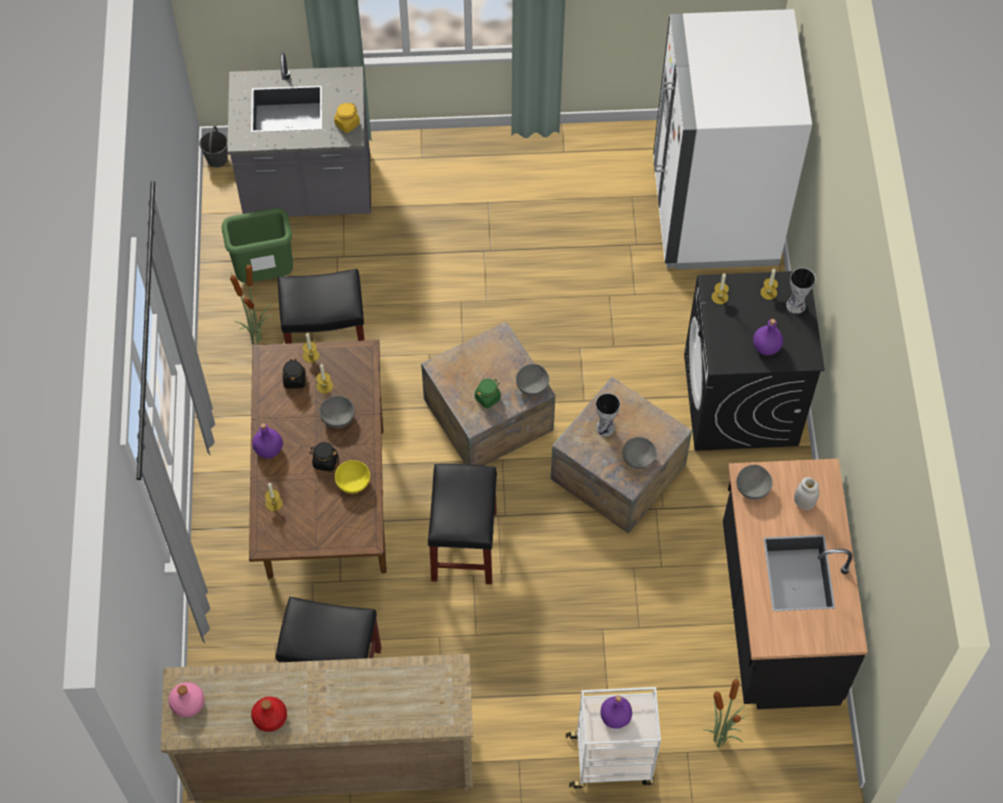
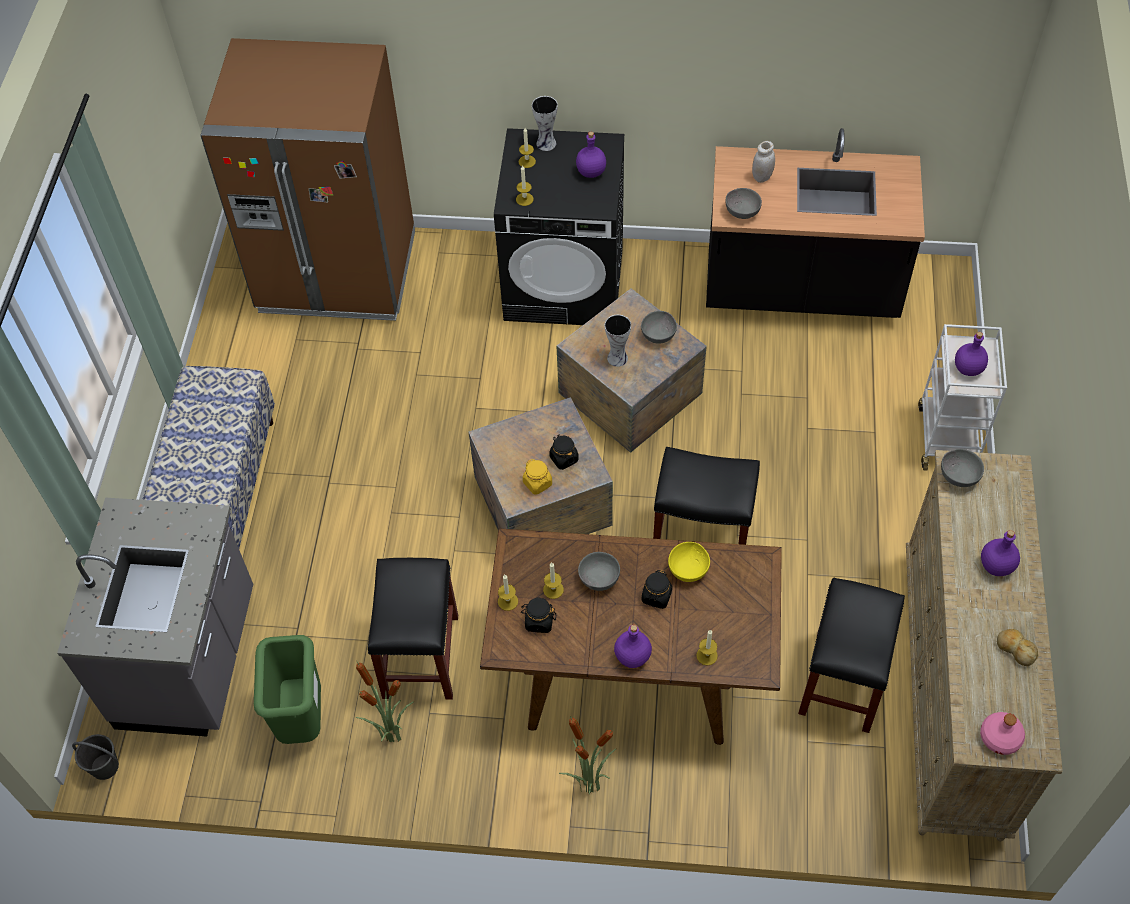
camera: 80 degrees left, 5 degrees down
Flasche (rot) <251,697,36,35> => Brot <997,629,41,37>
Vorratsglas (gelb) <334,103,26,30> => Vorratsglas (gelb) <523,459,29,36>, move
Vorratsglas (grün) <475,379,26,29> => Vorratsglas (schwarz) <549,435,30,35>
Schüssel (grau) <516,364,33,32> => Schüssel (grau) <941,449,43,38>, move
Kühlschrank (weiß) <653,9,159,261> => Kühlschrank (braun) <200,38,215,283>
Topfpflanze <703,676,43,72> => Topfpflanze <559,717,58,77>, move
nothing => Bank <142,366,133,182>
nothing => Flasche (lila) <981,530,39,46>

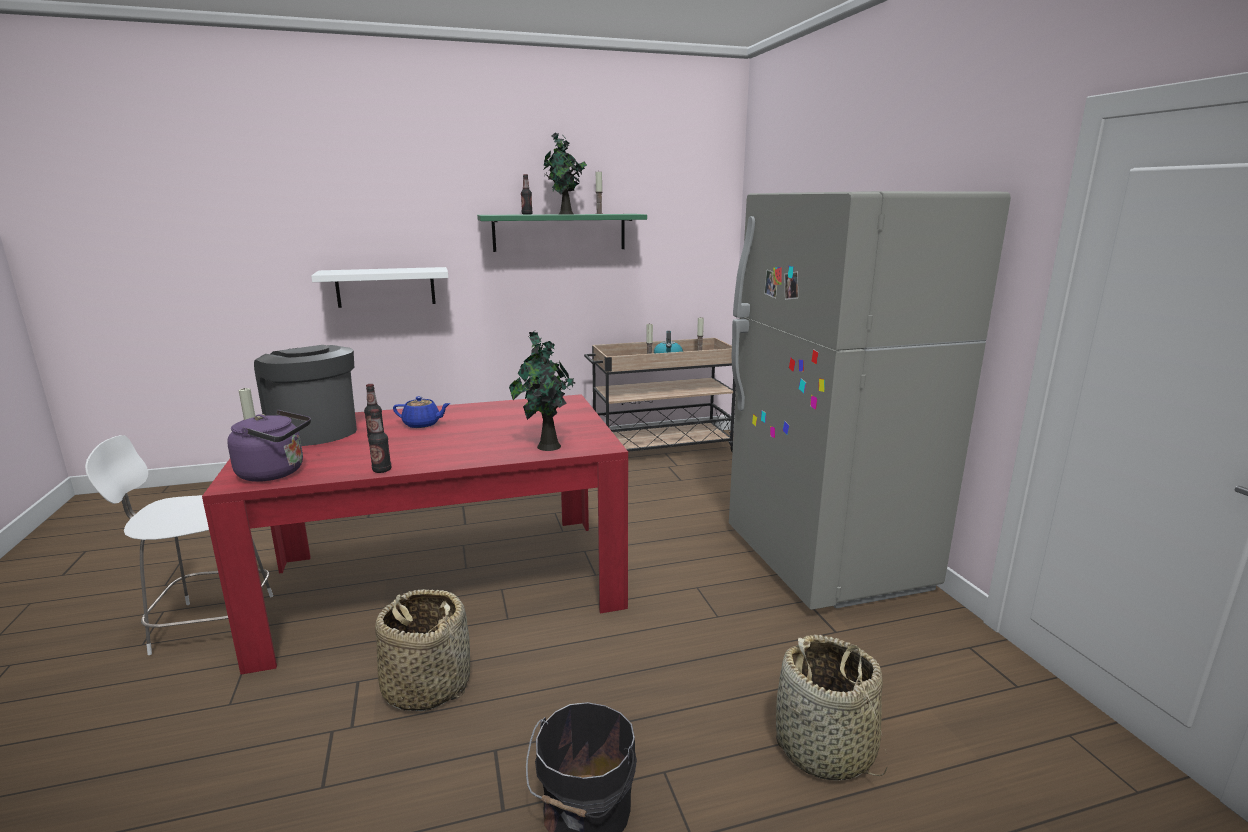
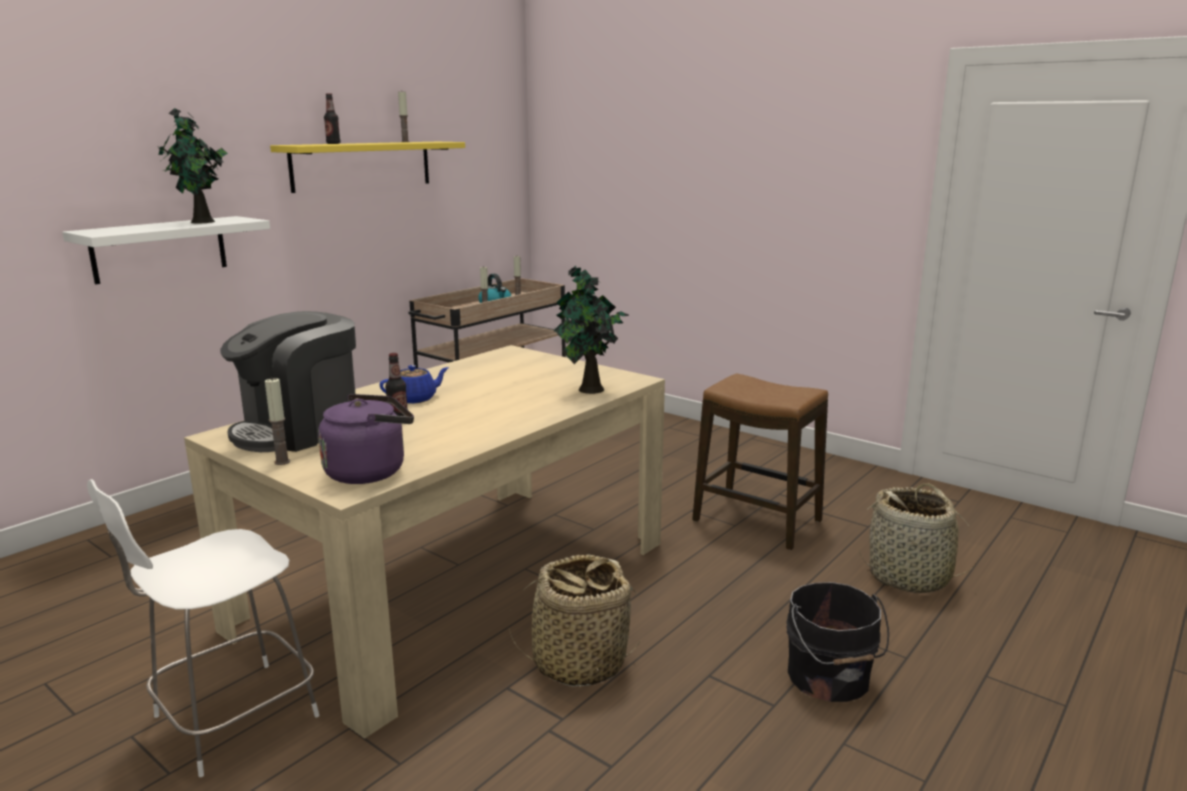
camera: 35 degrees left, 0 degrees up
Esstisch (rot) <202,394,426,280> => Esstisch (beige) <184,345,481,394>
Kaffeemaschine <254,345,103,101> => Kaffeemaschine <220,311,136,141>, 60 degrees counterclockwise
Flasche <368,409,23,64> => nothing
Wandregal (grün) <477,214,170,38> => Wandregal (gelb) <270,142,195,51>
Topfpflanze <543,133,44,82> => Topfpflanze <157,108,71,115>, move
Kühlschrank (grau) <729,191,282,419> => nothing
nothing => Hocker <692,374,136,176>

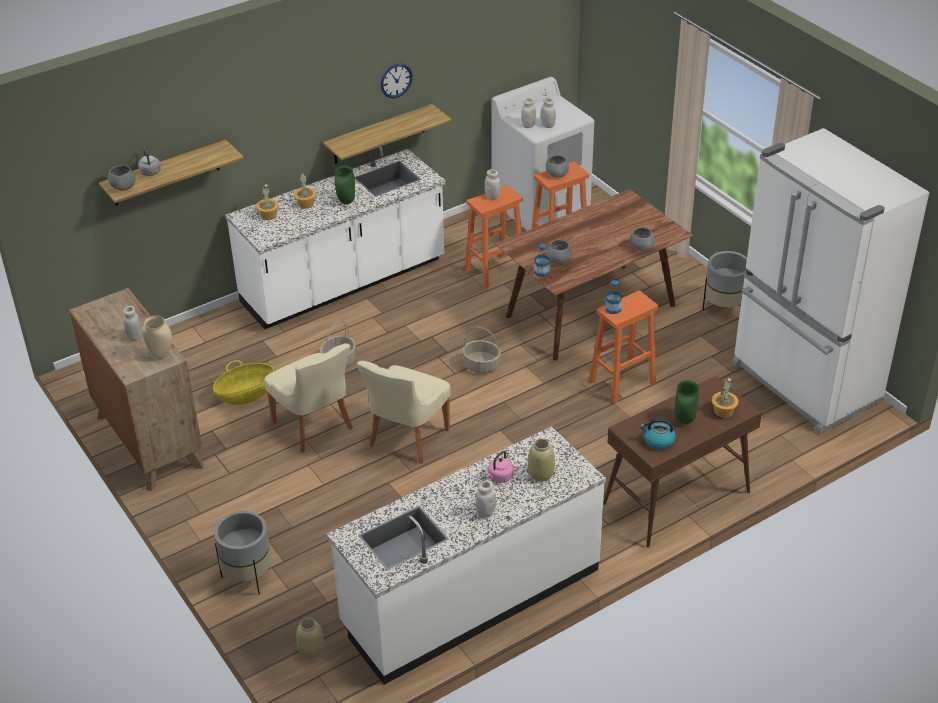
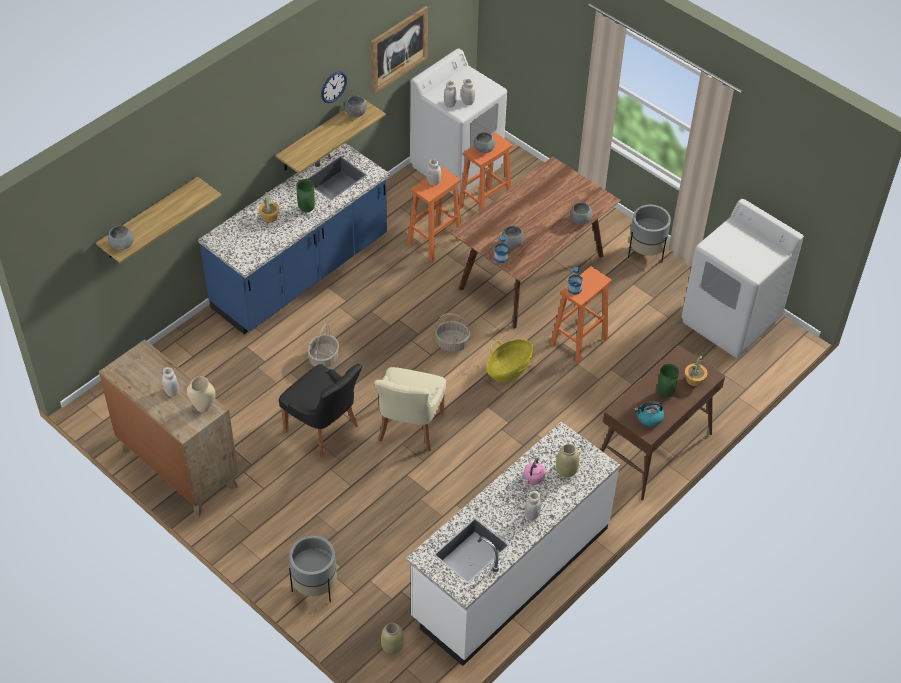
camera: 15 degrees left, 10 degrees up
Wasserkessel (grau) <138,148,23,28> => nothing
Korb <213,360,61,45> => Korb <486,339,47,43>, move
Küchenzeile (weiß) <225,146,221,183> => Küchenzeile (blau) <198,143,192,191>
Topfpflanze <256,183,23,37> => nothing
Stuhl (beige) <264,343,89,110> => Stuhl (schwarz) <279,364,83,93>
Kühlschrank (weiß) <732,128,197,306> => Waschmaschine (weiß) <681,199,123,159>
nothing => Schüssel (grau) <345,96,22,21>
nothing => Bild <371,6,57,88>

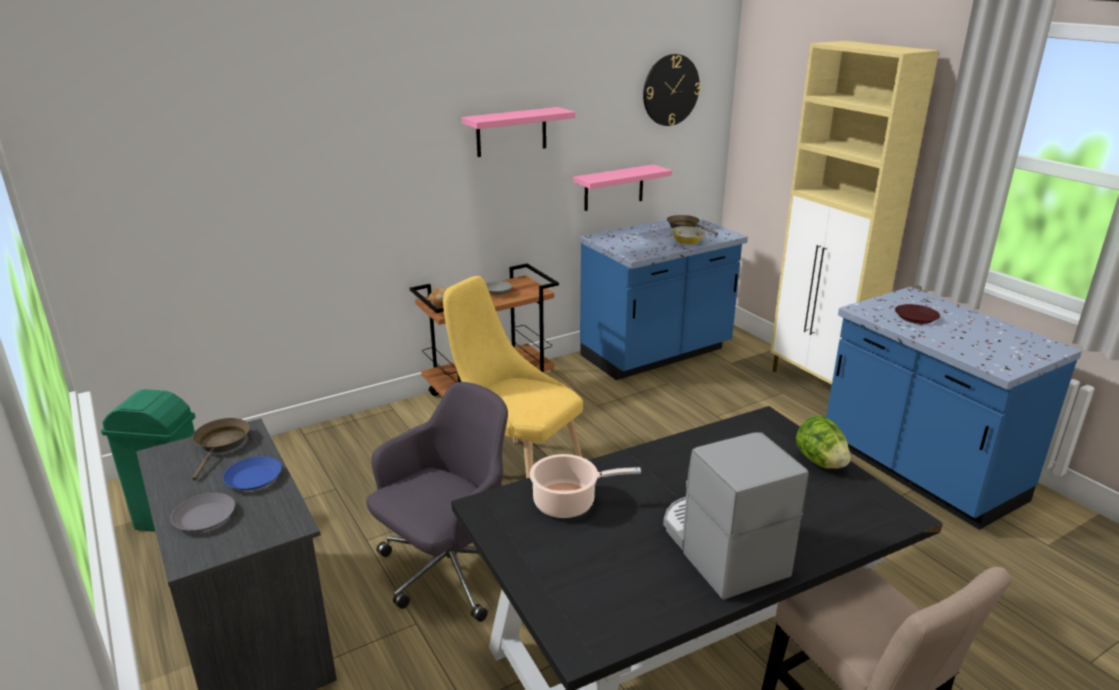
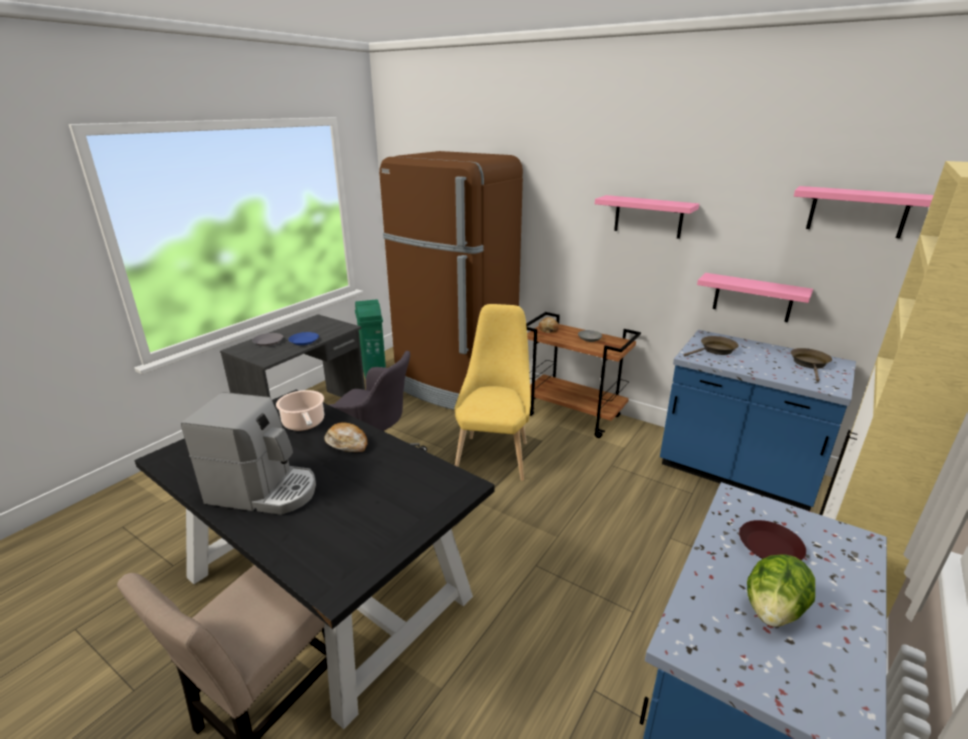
camera: 65 degrees right, 0 degrees up
Pfanne (braun) <192,418,58,63> => Pfanne (braun) <684,336,54,20>, move
Wanduhr <643,54,58,72> => Wandregal (rosa) <794,186,140,52>
Kaffeemaschine <663,432,146,167> => Kaffeemaschine <181,392,135,123>, 60 degrees clockwise
Schüssel <671,226,34,19> => nothing
Salatkopf <796,416,54,53> => Salatkopf <747,554,68,73>, move
nothing => Brot <324,422,44,30>
nothing => Kühlschrank (braun) <379,151,144,259>

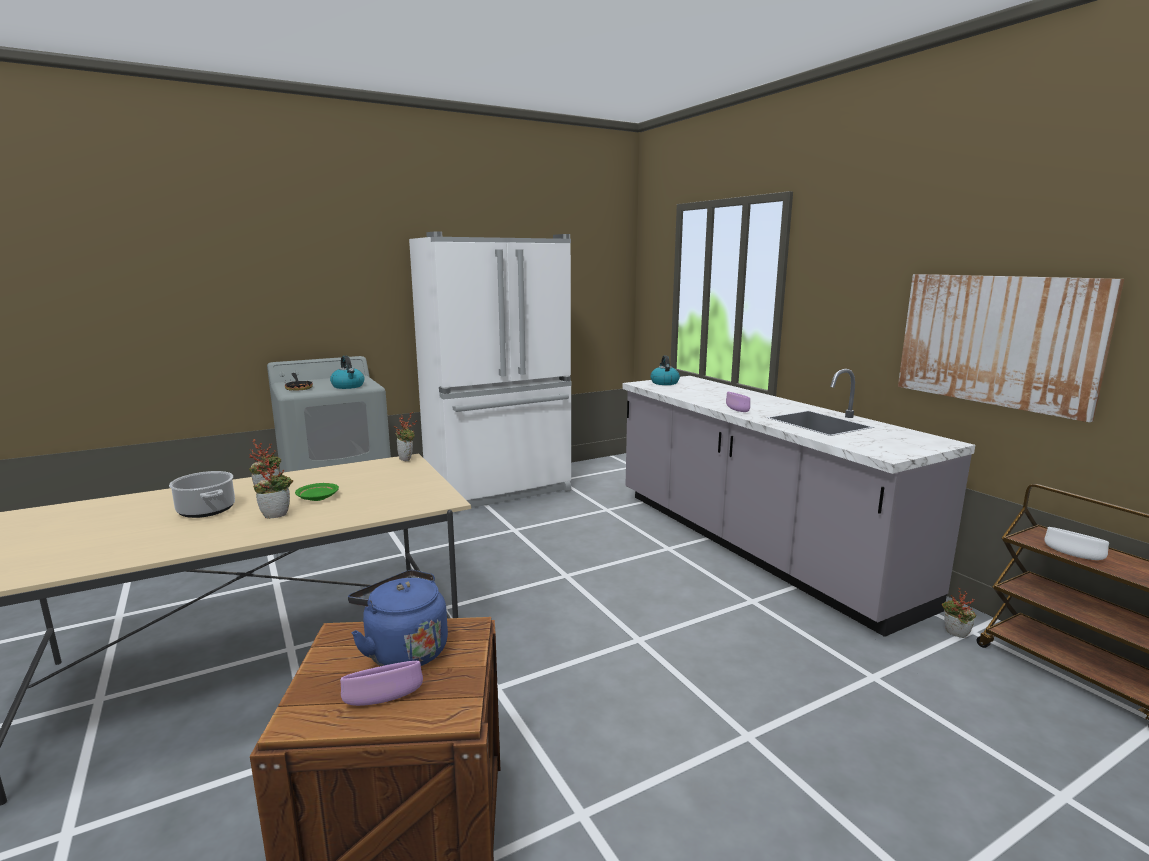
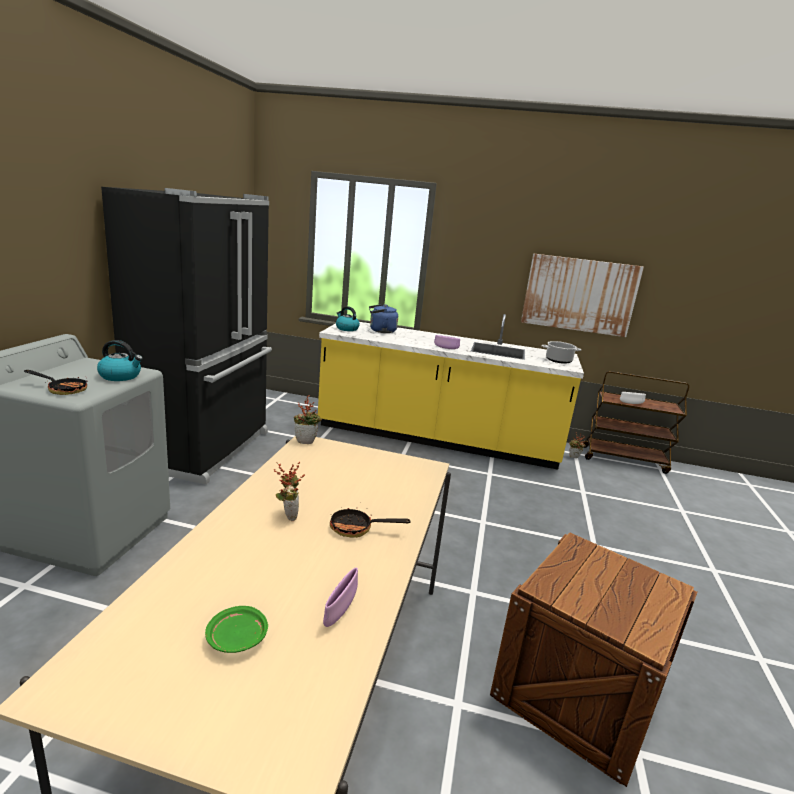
camera: 50 degrees left, 5 degrees up
Kochtopf <169,471,66,47> => Kochtopf <542,341,39,23>, move
Topfpflanze <253,455,40,64> => Pfanne <330,507,81,31>
Teller (grün) <295,483,44,18> => Teller (grün) <205,606,63,47>, move
Schüssel (lila) <340,661,83,45> => Schüssel (lila) <323,567,35,60>, move
Wasserkessel (blau) <348,570,100,96> => Wasserkessel (blau) <369,304,29,29>, move
Kühlschrank (weiß) <409,231,163,283> => Kühlschrank (schwarz) <101,187,171,297>
Küchenzeile (grau) <622,369,353,268> => Küchenzeile (gelb) <318,314,266,156>

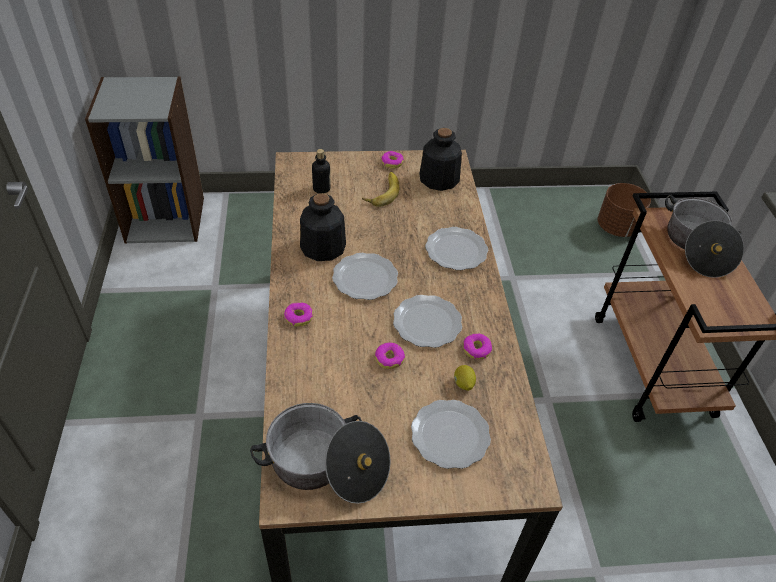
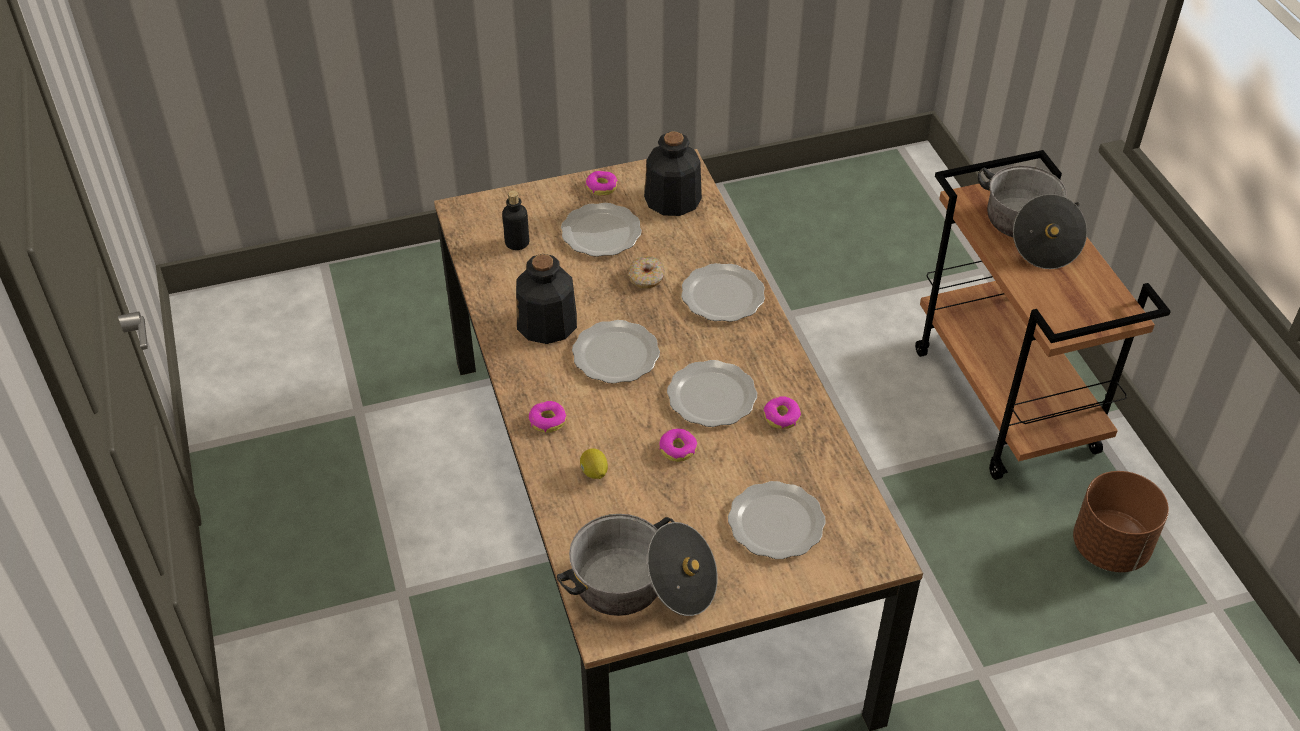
camera: 10 degrees left, 0 degrees up
Bücherregal (grau) <85,77,119,167> => nothing
Banane <362,172,37,35> => Teller <561,203,81,54>
Zitrone <454,365,22,26> => Zitrone <580,448,28,31>, move
Pflanzkübel (braun) <598,183,53,54> => Pflanzkübel (braun) <1073,471,96,101>, move
nothing => Donut <629,256,36,33>

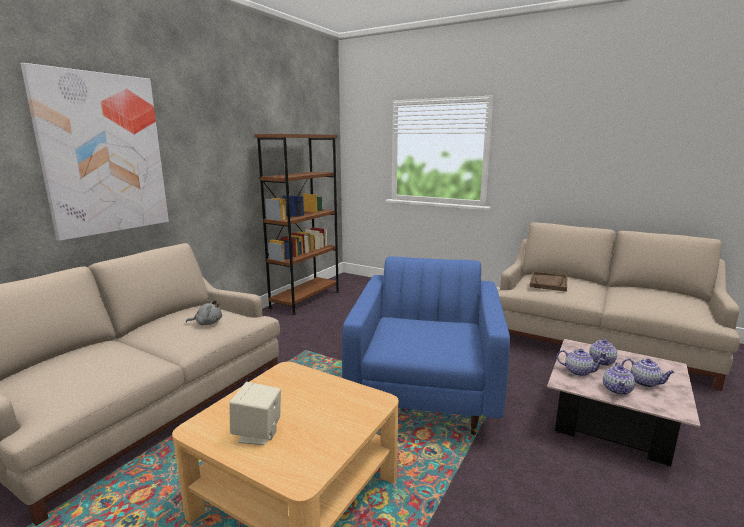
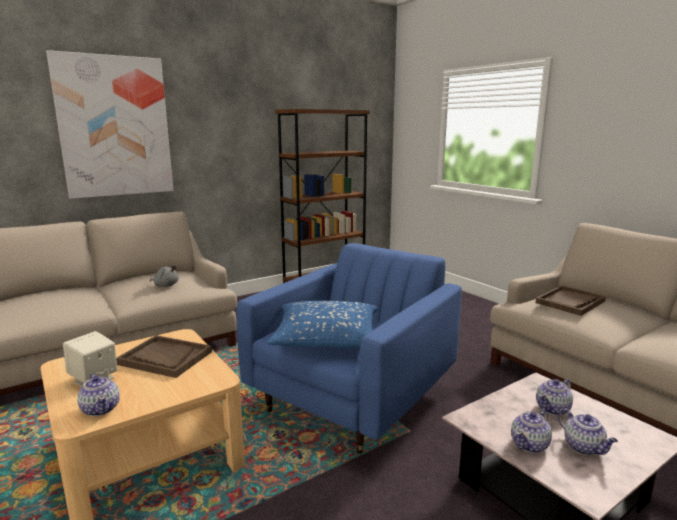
camera: 25 degrees right, 0 degrees up
Teekanne <557,349,48,27> => Teekanne <77,373,43,43>, move
nothing => Tablett (braun) <116,335,96,43>
nothing => Kissen (blau) <267,301,112,47>

